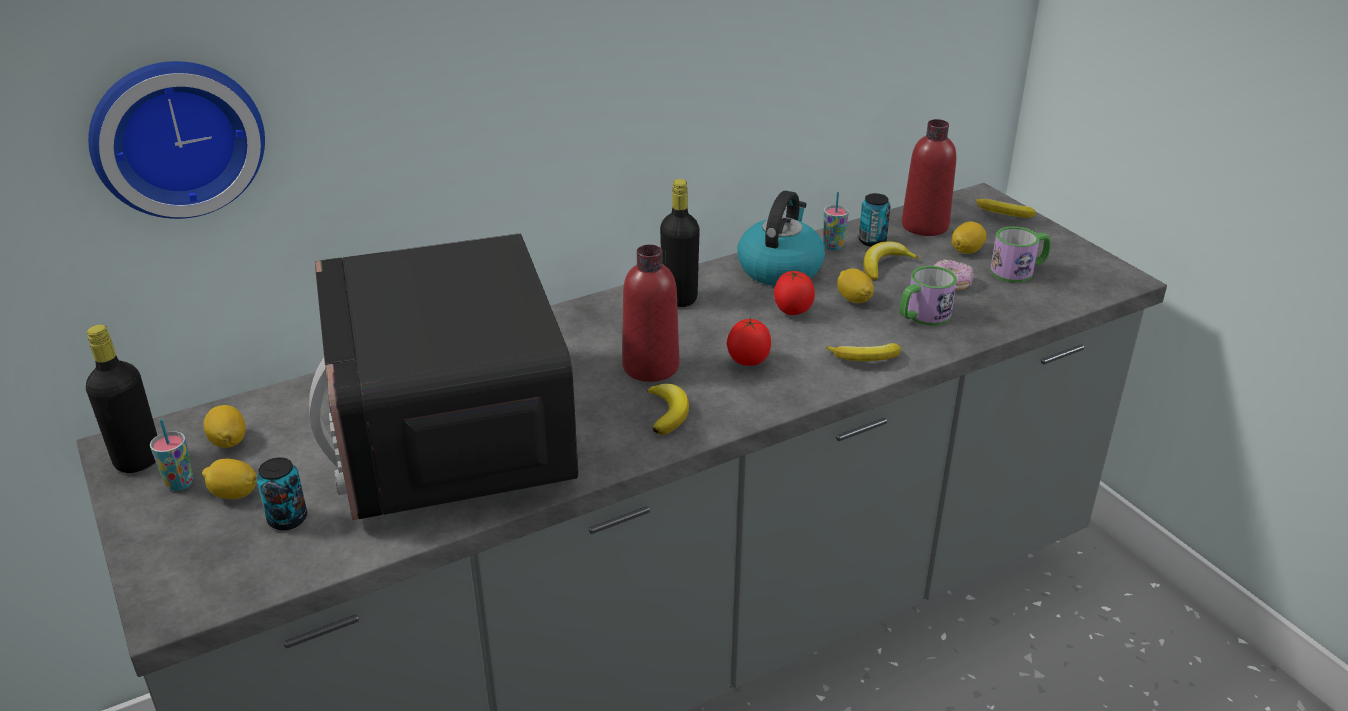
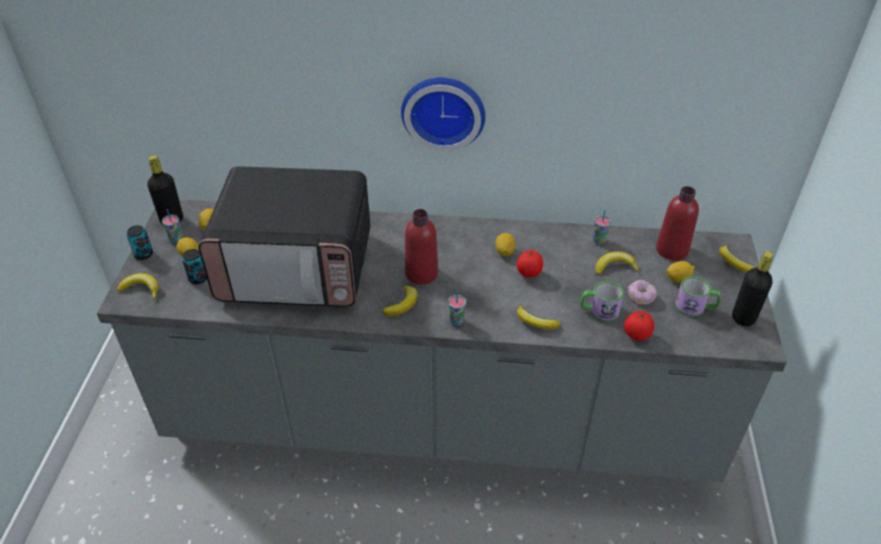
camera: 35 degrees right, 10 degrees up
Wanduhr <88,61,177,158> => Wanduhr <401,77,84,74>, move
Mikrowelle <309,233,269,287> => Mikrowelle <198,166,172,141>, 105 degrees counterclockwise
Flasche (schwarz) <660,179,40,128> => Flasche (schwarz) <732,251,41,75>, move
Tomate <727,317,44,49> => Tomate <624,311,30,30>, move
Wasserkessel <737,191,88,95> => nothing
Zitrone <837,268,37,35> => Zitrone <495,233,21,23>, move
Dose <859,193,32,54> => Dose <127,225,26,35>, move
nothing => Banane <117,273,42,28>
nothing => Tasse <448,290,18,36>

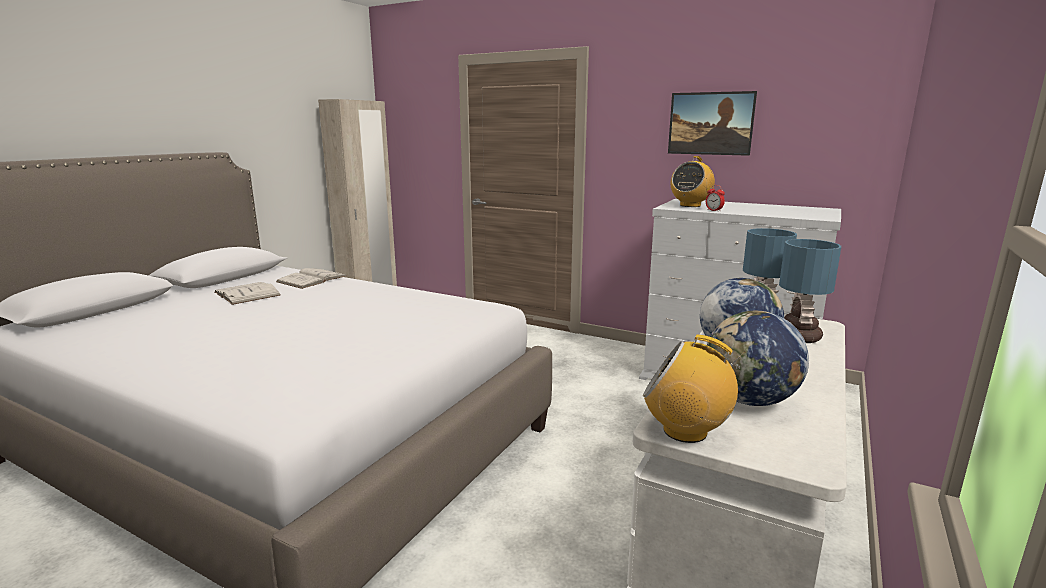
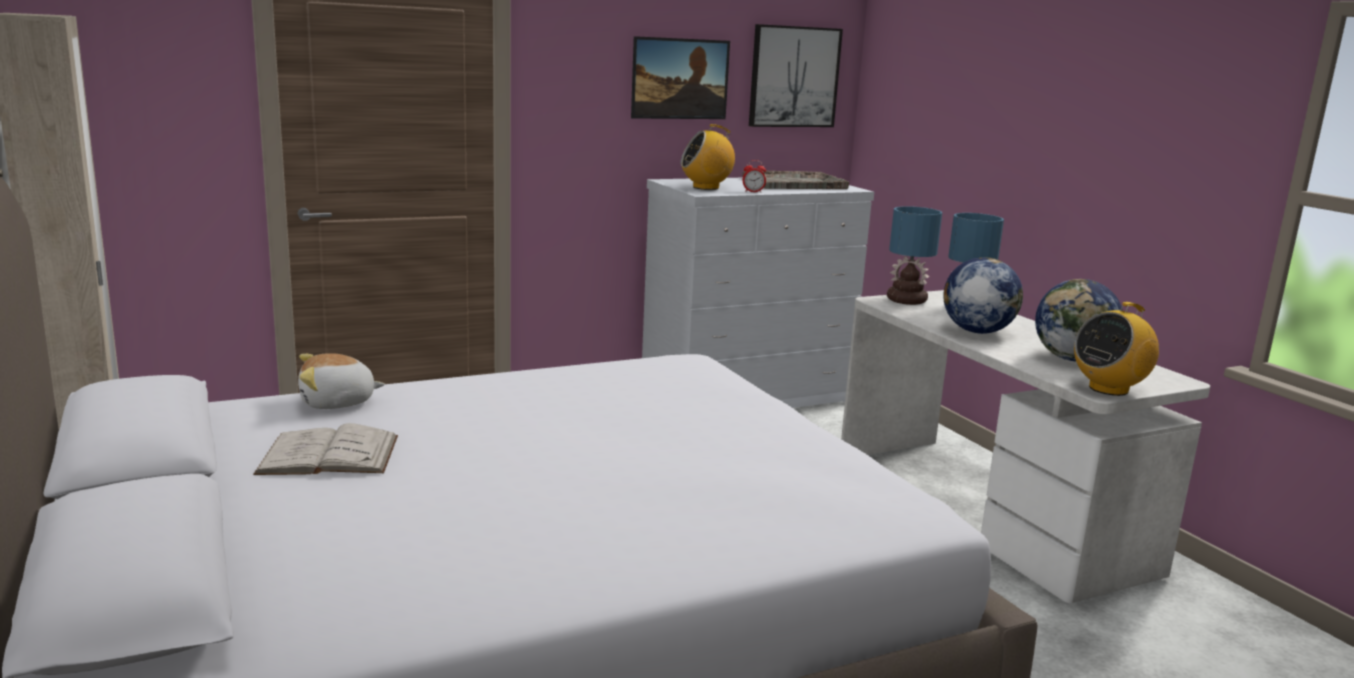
camera: 55 degrees left, 0 degrees up
Buch (weiß) <276,268,70,21> => Plüschtier <298,353,87,56>
Radio <671,156,44,51> => Radio <681,124,54,66>, 90 degrees clockwise
nothing => Tablett (grau) <743,171,106,18>
nothing => Bild <749,24,94,103>

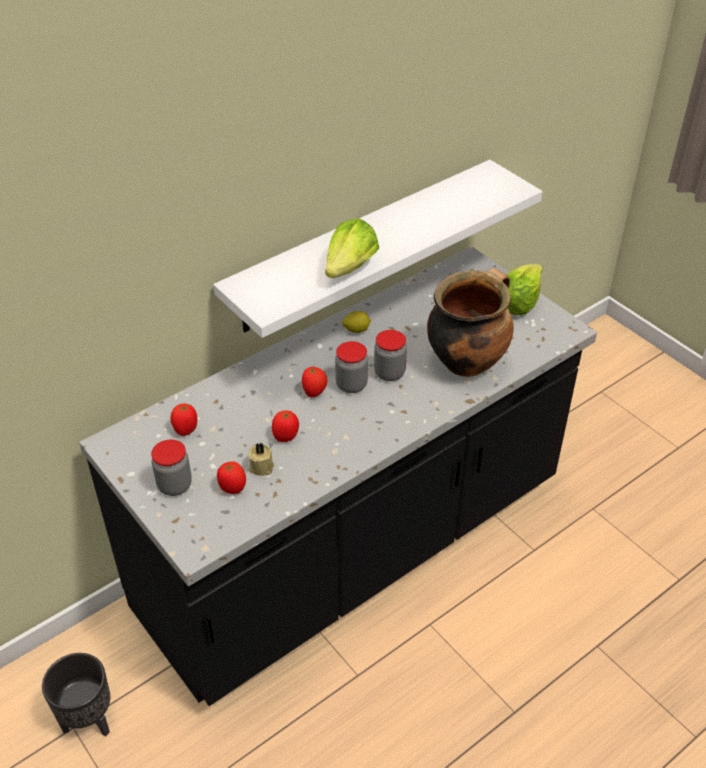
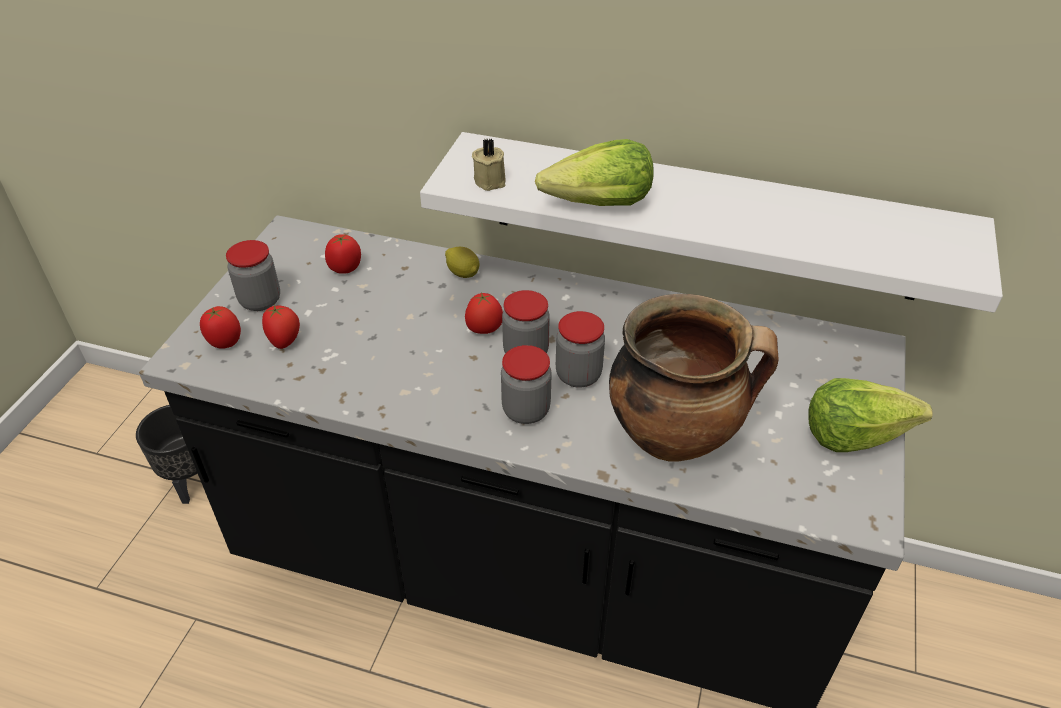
camera: 55 degrees right, 0 degrees up
Kerze (beige) <248,443,26,33> => Kerze (beige) <472,138,34,53>, move
Tomate <272,410,27,32> => Tomate <200,306,41,43>, move
Zitrone <342,311,29,22> => Zitrone <445,247,34,31>, move
nothing => Vorratsglas <501,345,51,79>

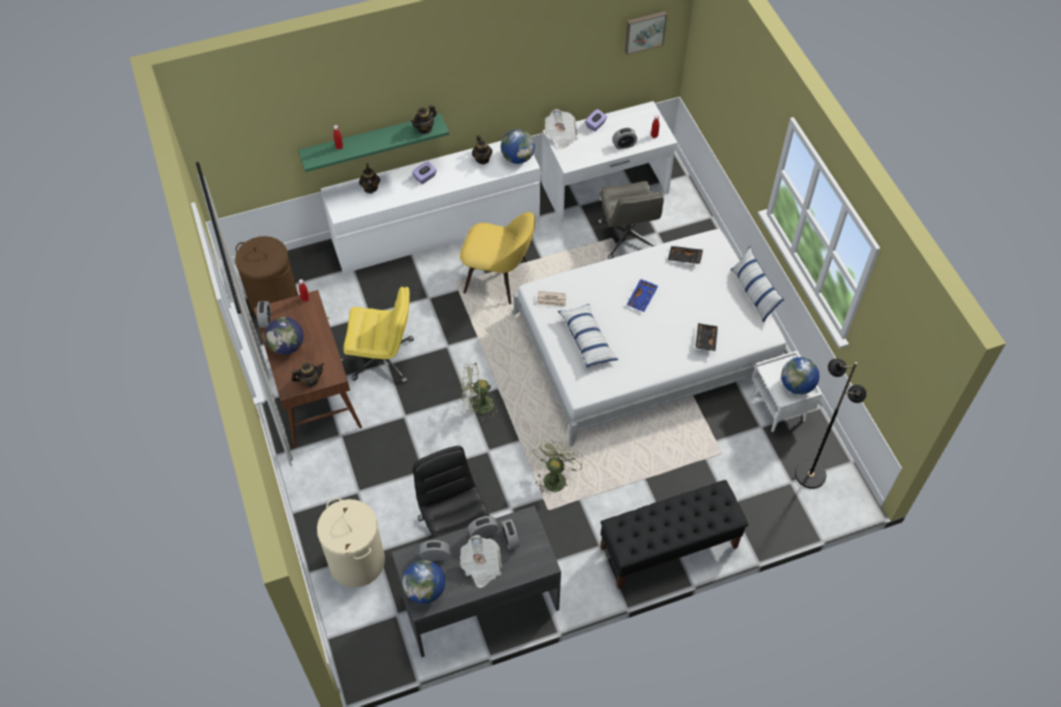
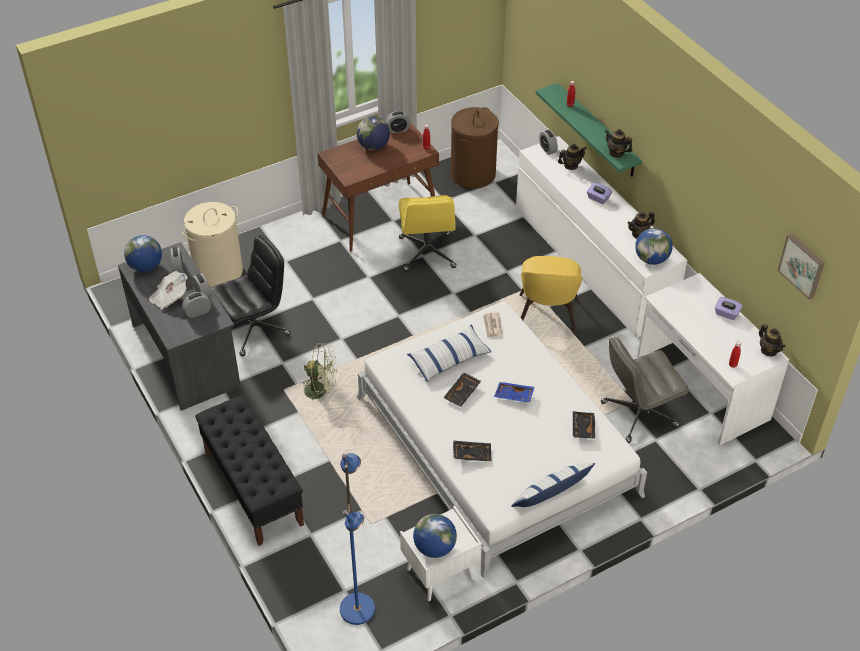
camera: 80 degrees right, 10 degrees down
Teekanne <291,362,33,25> => Teekanne <759,324,26,32>, move
Ventilator (grün) <461,363,40,58> => nothing
Zeitung <545,109,33,40> => nothing
Wecker <612,127,25,23> => Wecker <539,130,19,25>, move
Stehlampe (schwarz) <795,358,72,131> => Stehlampe (blau) <340,453,35,172>
nothing => Tablett (schwarz) <443,372,38,35>

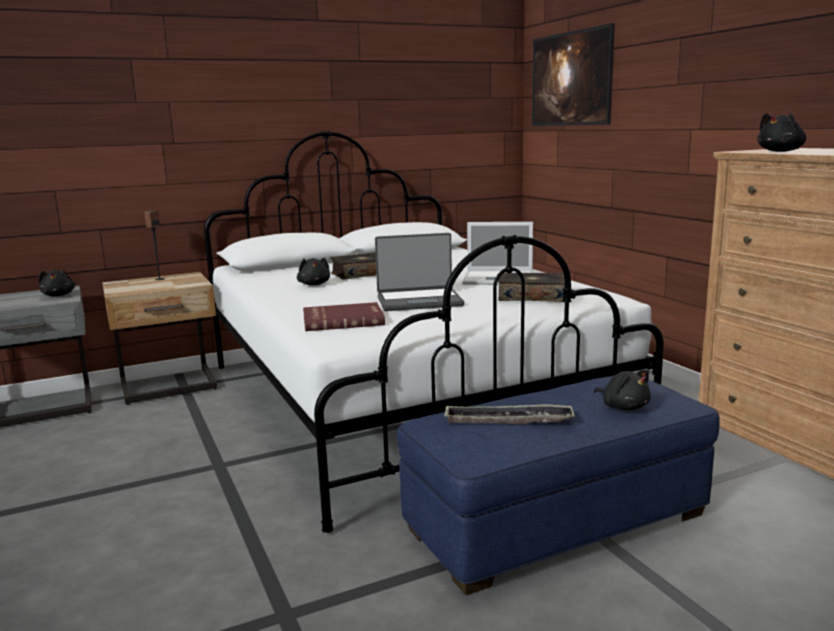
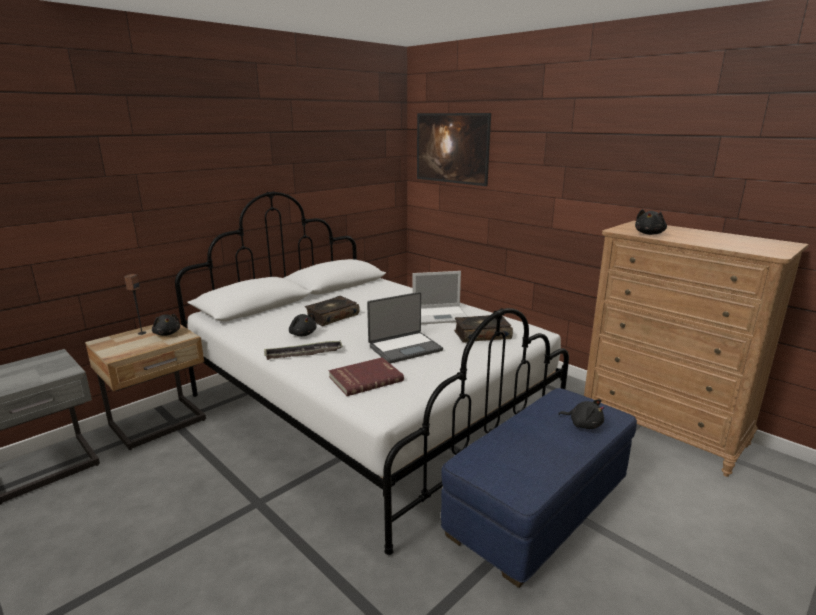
camera: 20 degrees left, 5 degrees up
Plüschtier (schwarz) <39,270,36,26> => Plüschtier (schwarz) <152,314,28,22>, move
Tablett <444,404,131,20> => Tablett <264,340,79,20>, move

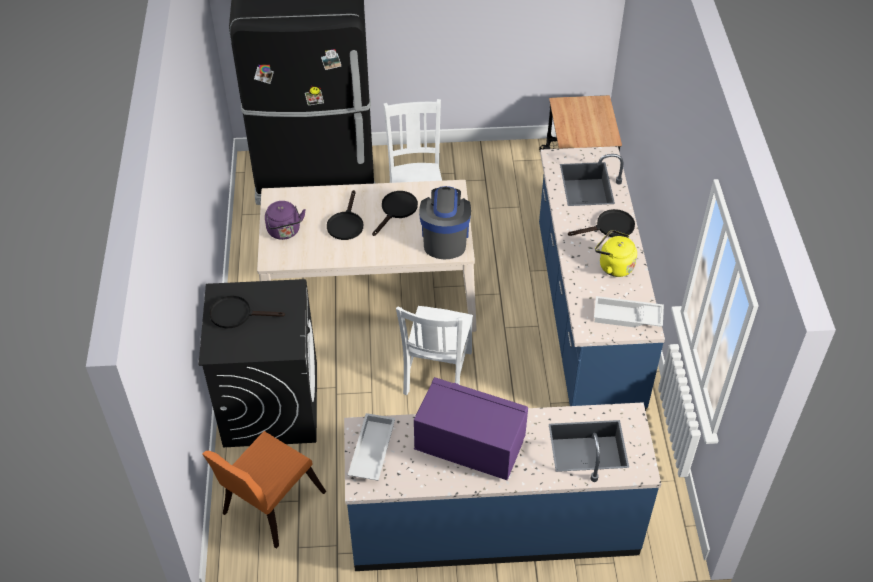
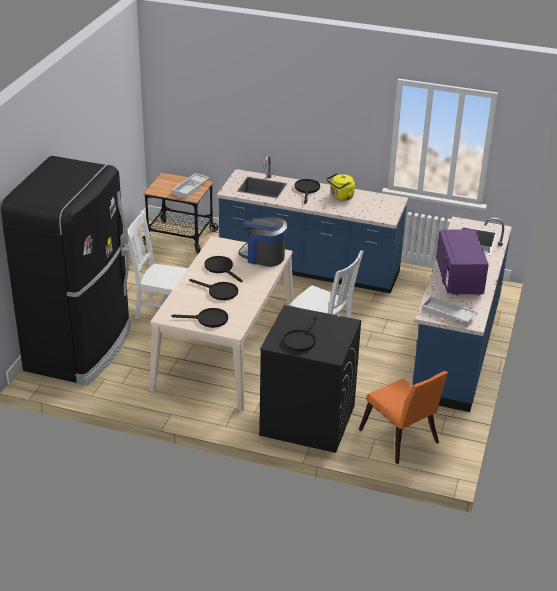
camera: 70 degrees left, 15 degrees down
Wasserkessel (lila) <265,201,41,39> => Pfanne (schwarz) <171,308,57,20>
Mikrowelle (lila) <414,377,114,103> => Mikrowelle (lila) <436,229,53,67>, 45 degrees counterclockwise
Tablett (weiß) <594,296,70,32> => Tablett (weiß) <172,173,38,25>, move

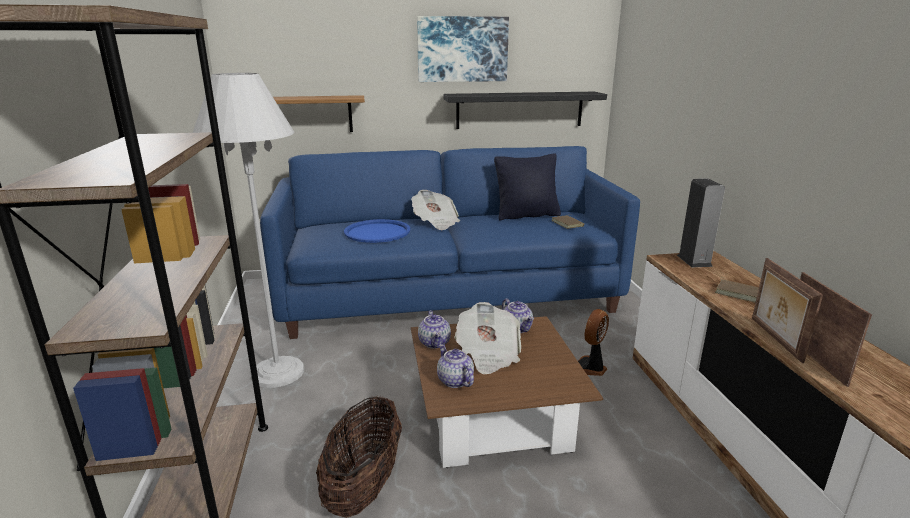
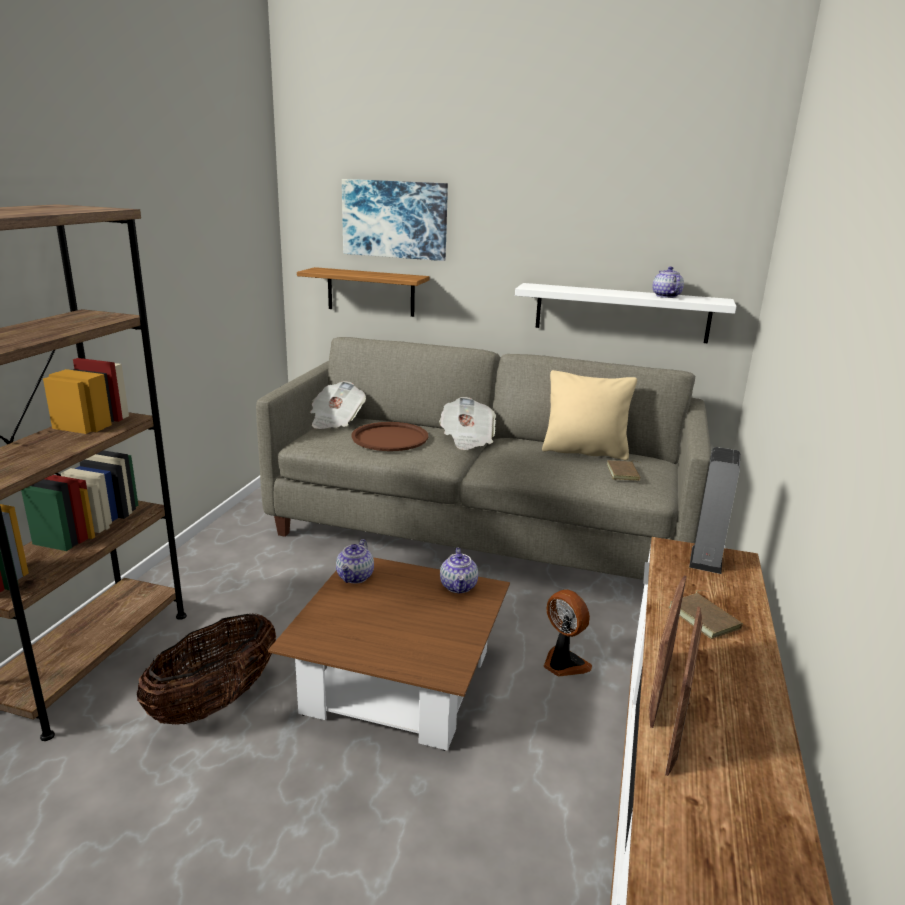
camera: 25 degrees right, 0 degrees up
Stehlampe (weiß) <193,73,111,315> => nothing
Sofa (blau) <260,146,380,193> => Sofa (grau) <256,337,455,243>
Tablett (blau) <344,219,66,24> => Tablett (braun) <351,422,77,29>
Bild <417,16,92,66> => Bild <342,179,106,82>, move
Teekanne <437,344,37,44> => Teekanne <652,266,32,32>, move
Wandregal (schwarz) <444,92,163,37> => Wandregal (weiß) <515,283,222,60>
Zeitung <454,302,67,73> => Zeitung <310,381,56,48>, move
Kissen (schwarz) <494,154,67,66> => Kissen (beige) <542,370,95,90>
Ventilator <578,309,31,67> => Ventilator <544,590,48,86>, 75 degrees clockwise

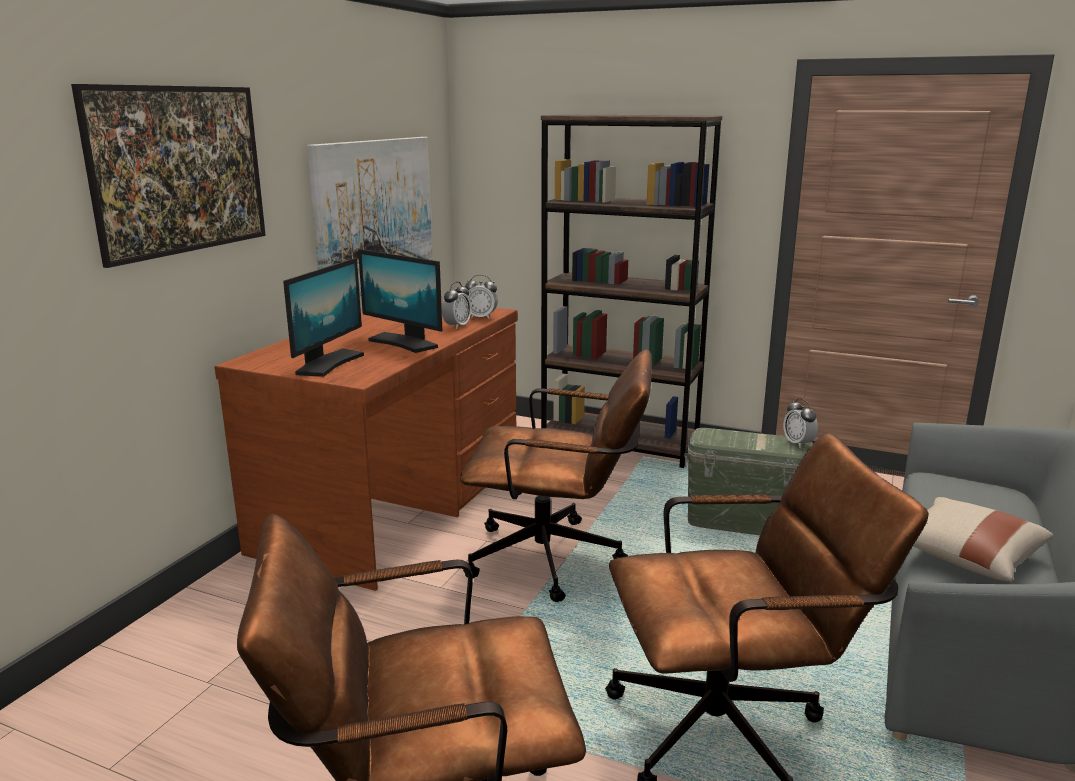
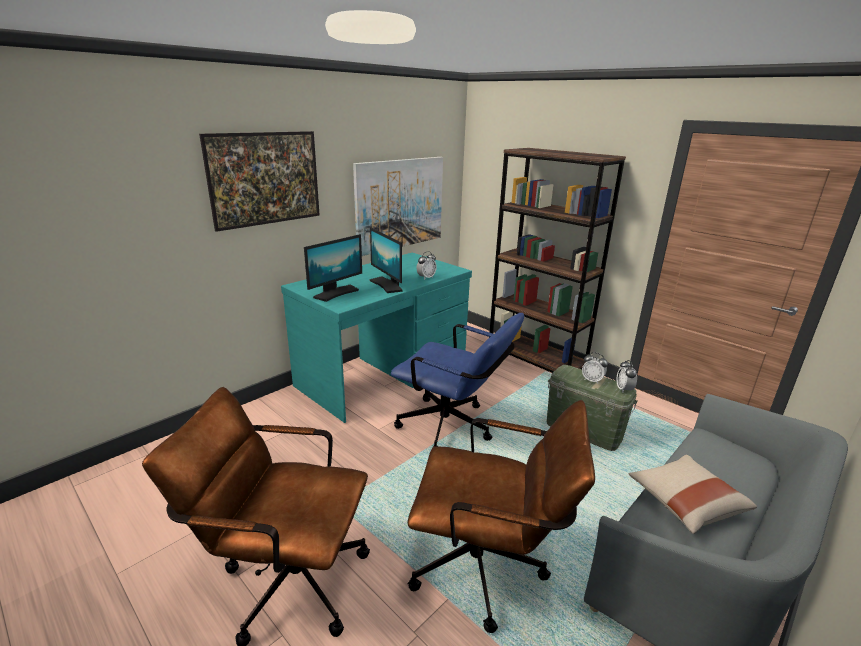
camera: 20 degrees right, 5 degrees up
Schreibtisch (braun) <215,302,303,289> => Schreibtisch (türkis) <281,253,191,170>
Bürostuhl (braun) <460,349,192,253> => Bürostuhl (blau) <391,313,133,135>
Wecker <465,275,33,44> => Wecker <582,352,26,32>, move

